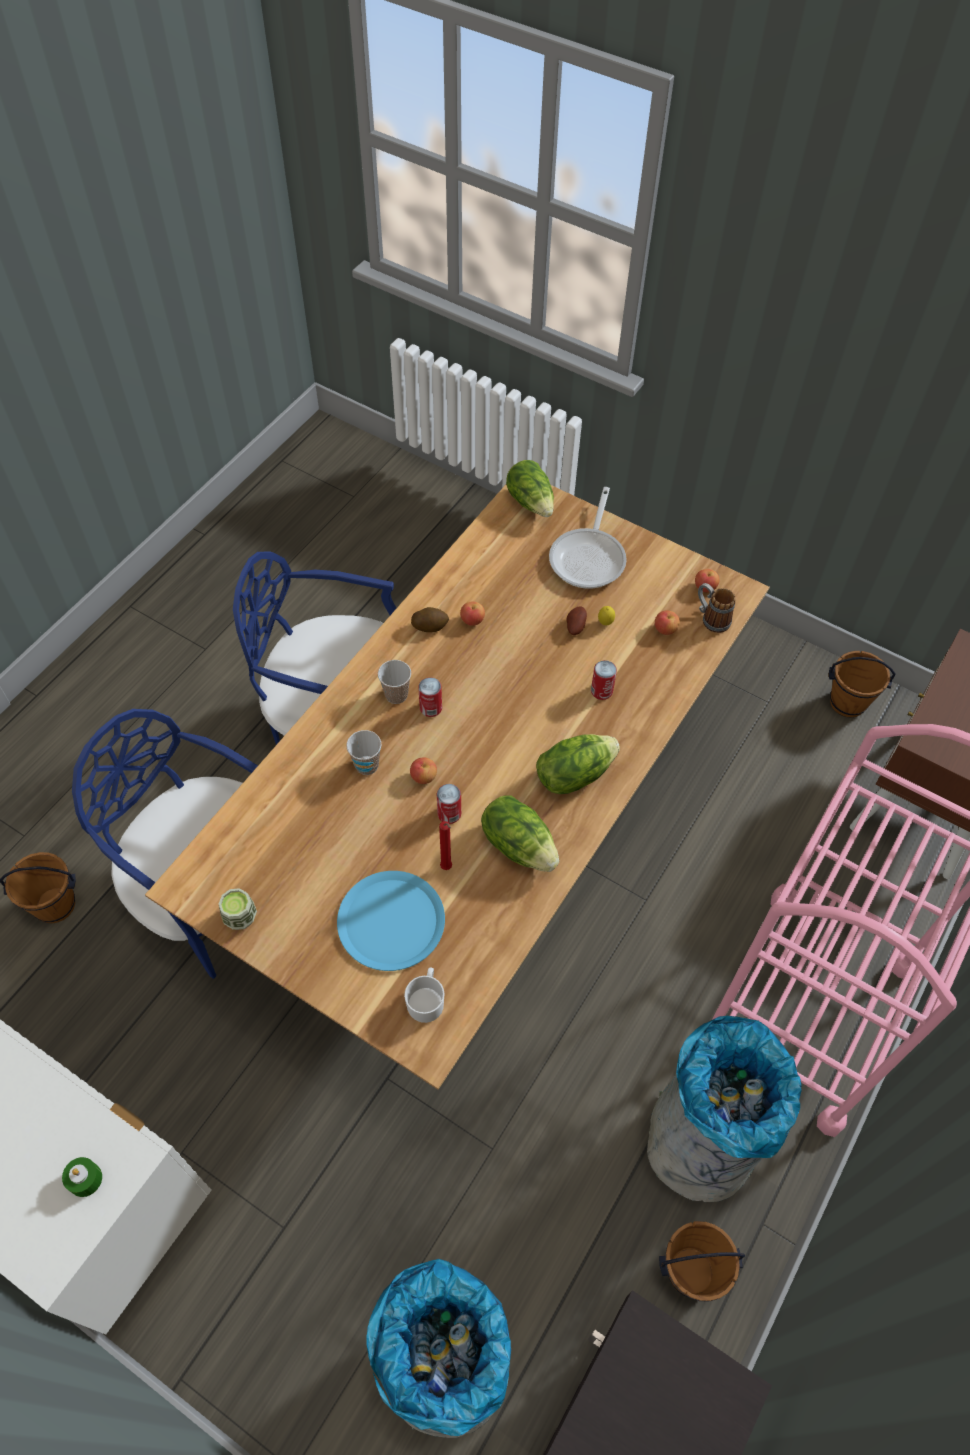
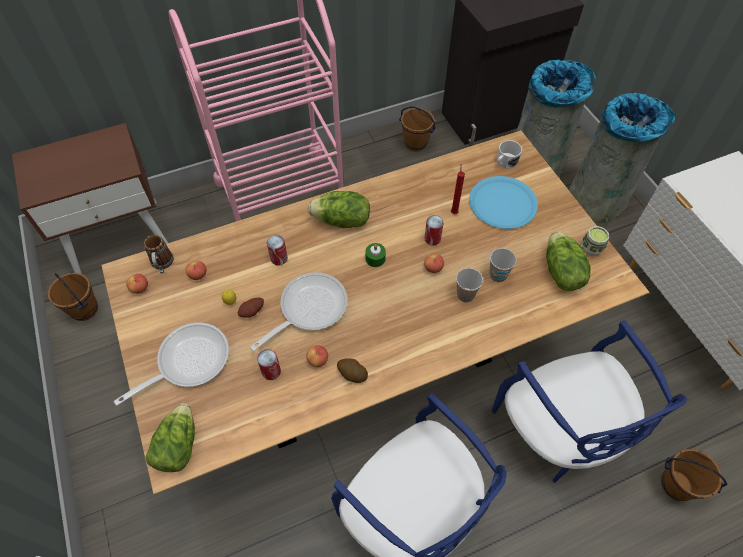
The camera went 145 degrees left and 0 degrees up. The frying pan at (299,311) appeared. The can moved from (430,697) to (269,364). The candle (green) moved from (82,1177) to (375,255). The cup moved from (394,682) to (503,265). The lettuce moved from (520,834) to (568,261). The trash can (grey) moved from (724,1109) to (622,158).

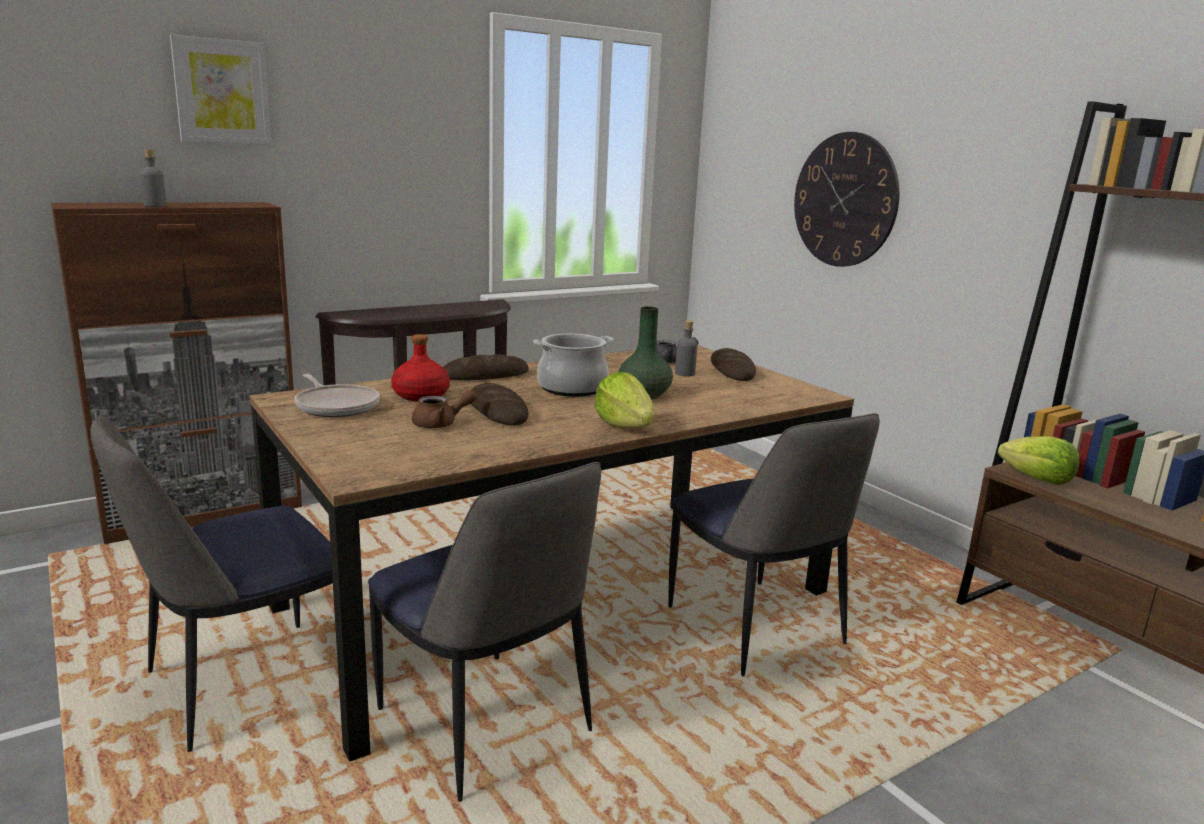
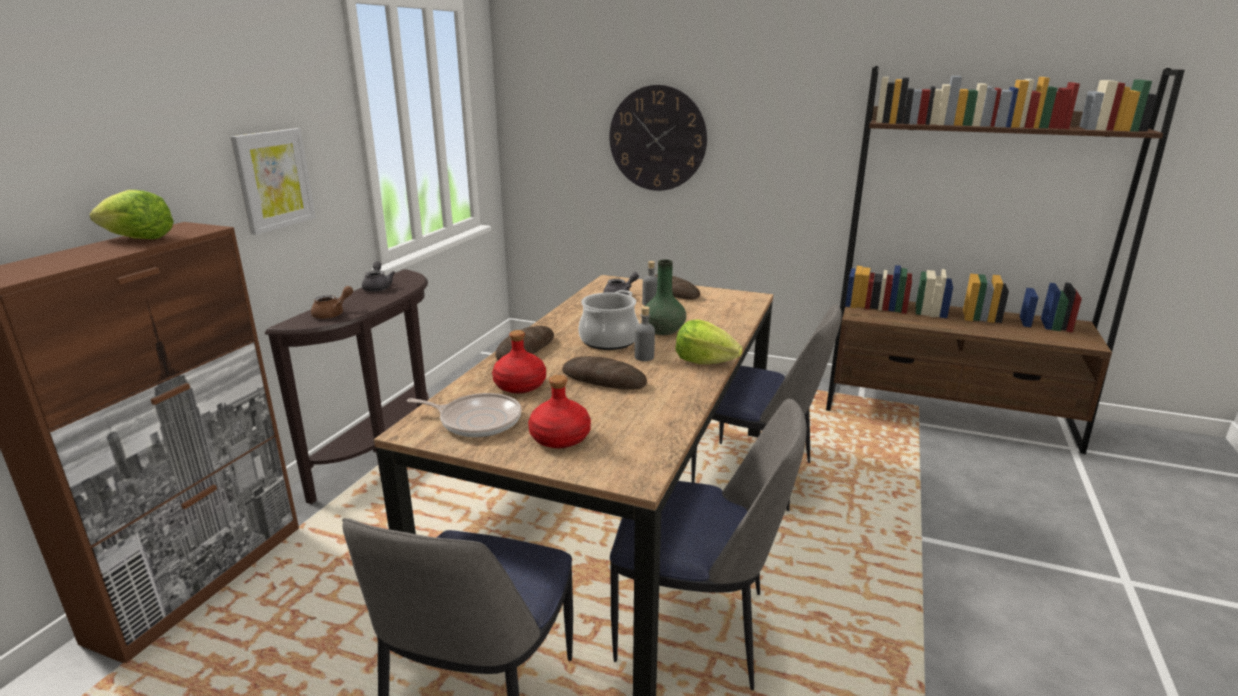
The camera went 35 degrees left and 5 degrees up. The lettuce moved from (1038,460) to (132,214). The picture moved from (220,90) to (273,181). The teapot (brown) moved from (444,409) to (332,302). The teapot (grey) at (378,276) appeared. The bottle (red) at (559,411) appeared. The bottle (grey) moved from (153,178) to (645,333).

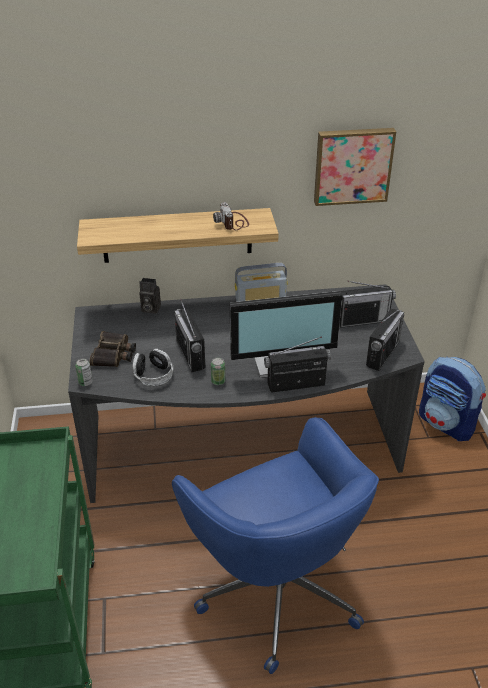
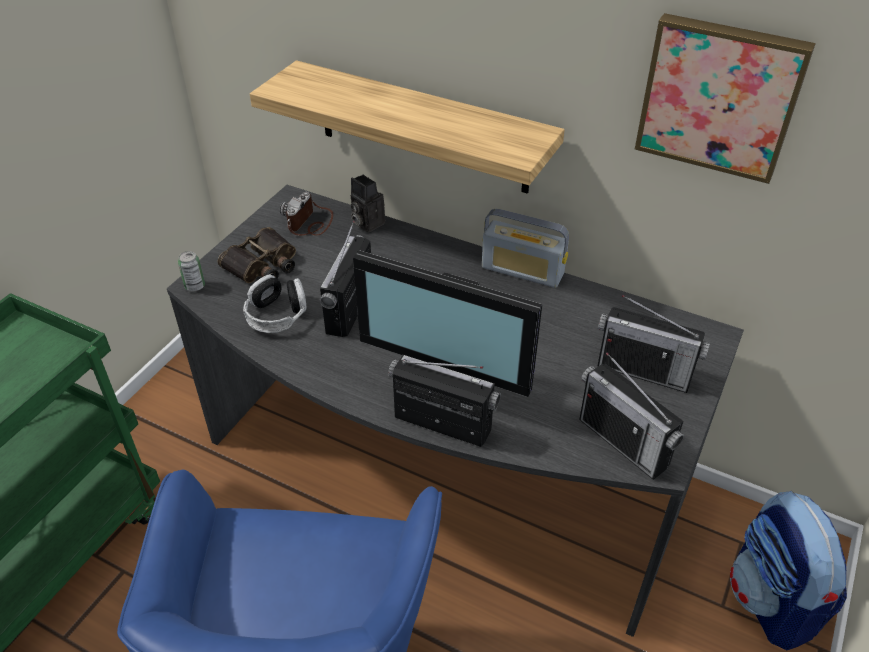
The camera went 35 degrees right and 5 degrees up. The photo camera moved from (231,216) to (306,214). The radio at (385,340) turned 75 degrees clockwise. The can at (218,371) disappeared.

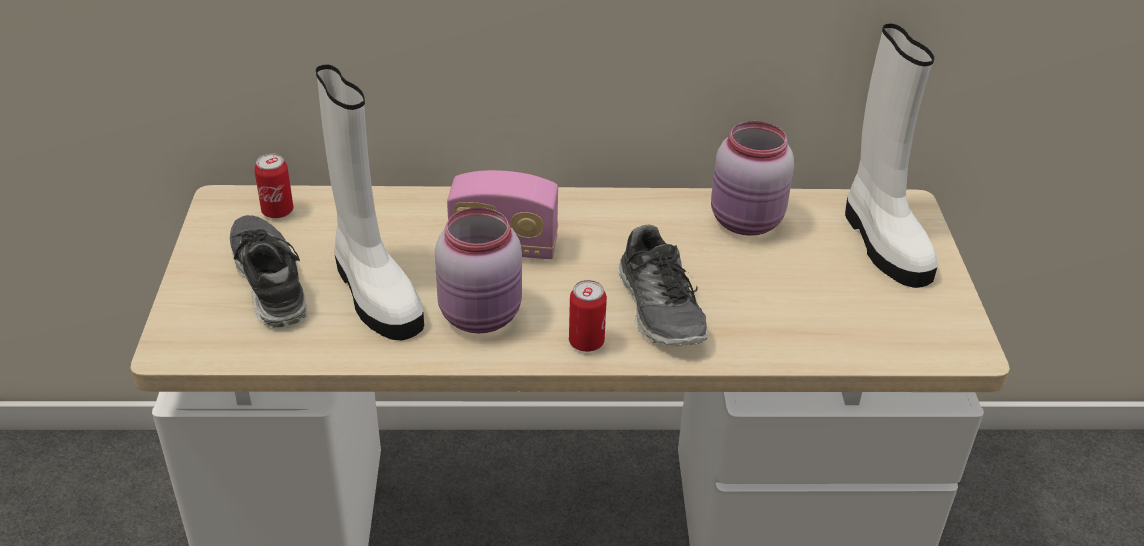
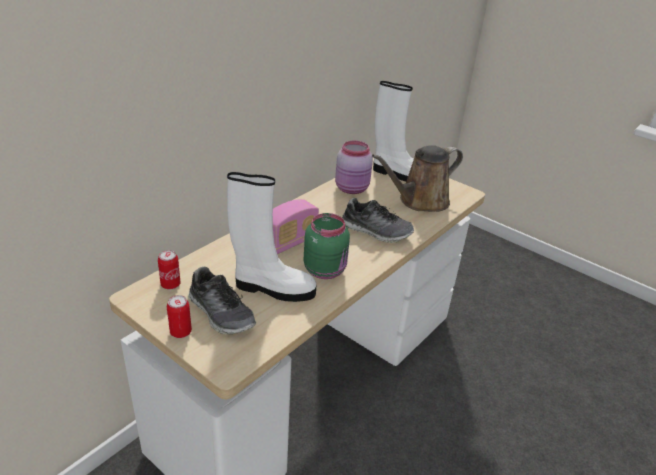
The camera went 50 degrees left and 5 degrees down. The can moved from (588,316) to (179,316). The shoe at (269,272) turned 150 degrees counterclockwise. The jar (pink) at (478,270) became the jar (green) at (327,246). The watering can (brown) at (417,178) appeared.

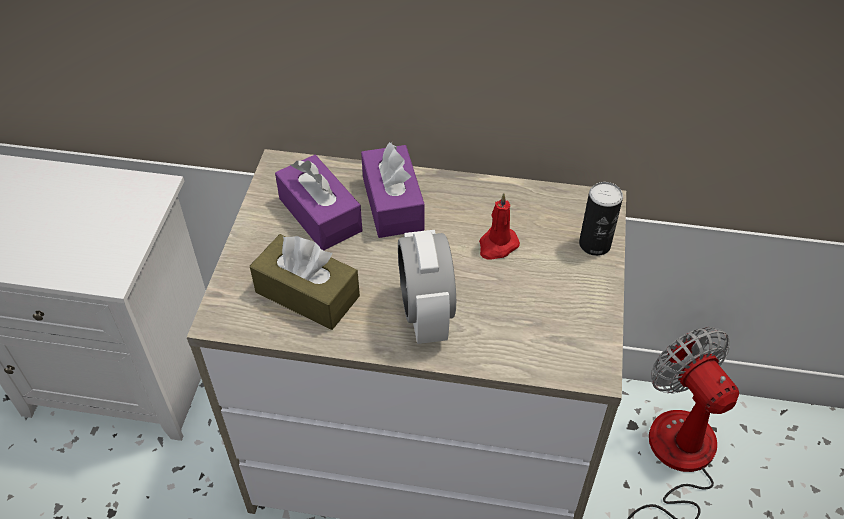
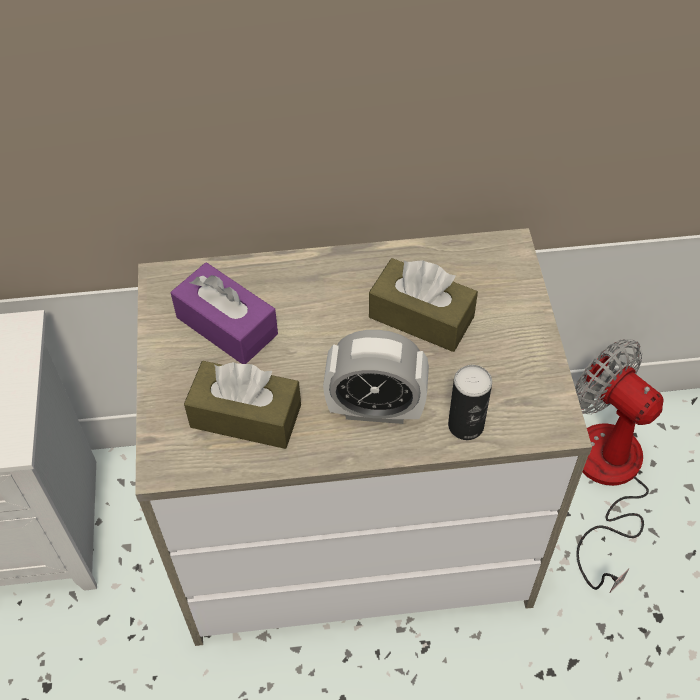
The camera went 15 degrees left and 5 degrees up. The alarm clock at (427,287) turned 60 degrees counterclockwise. The candle (red) at (499,226) was replaced by the tissue box (brown) at (423,305). The can moved from (601,219) to (470,402). The tissue box (purple) at (393,190) disappeared.

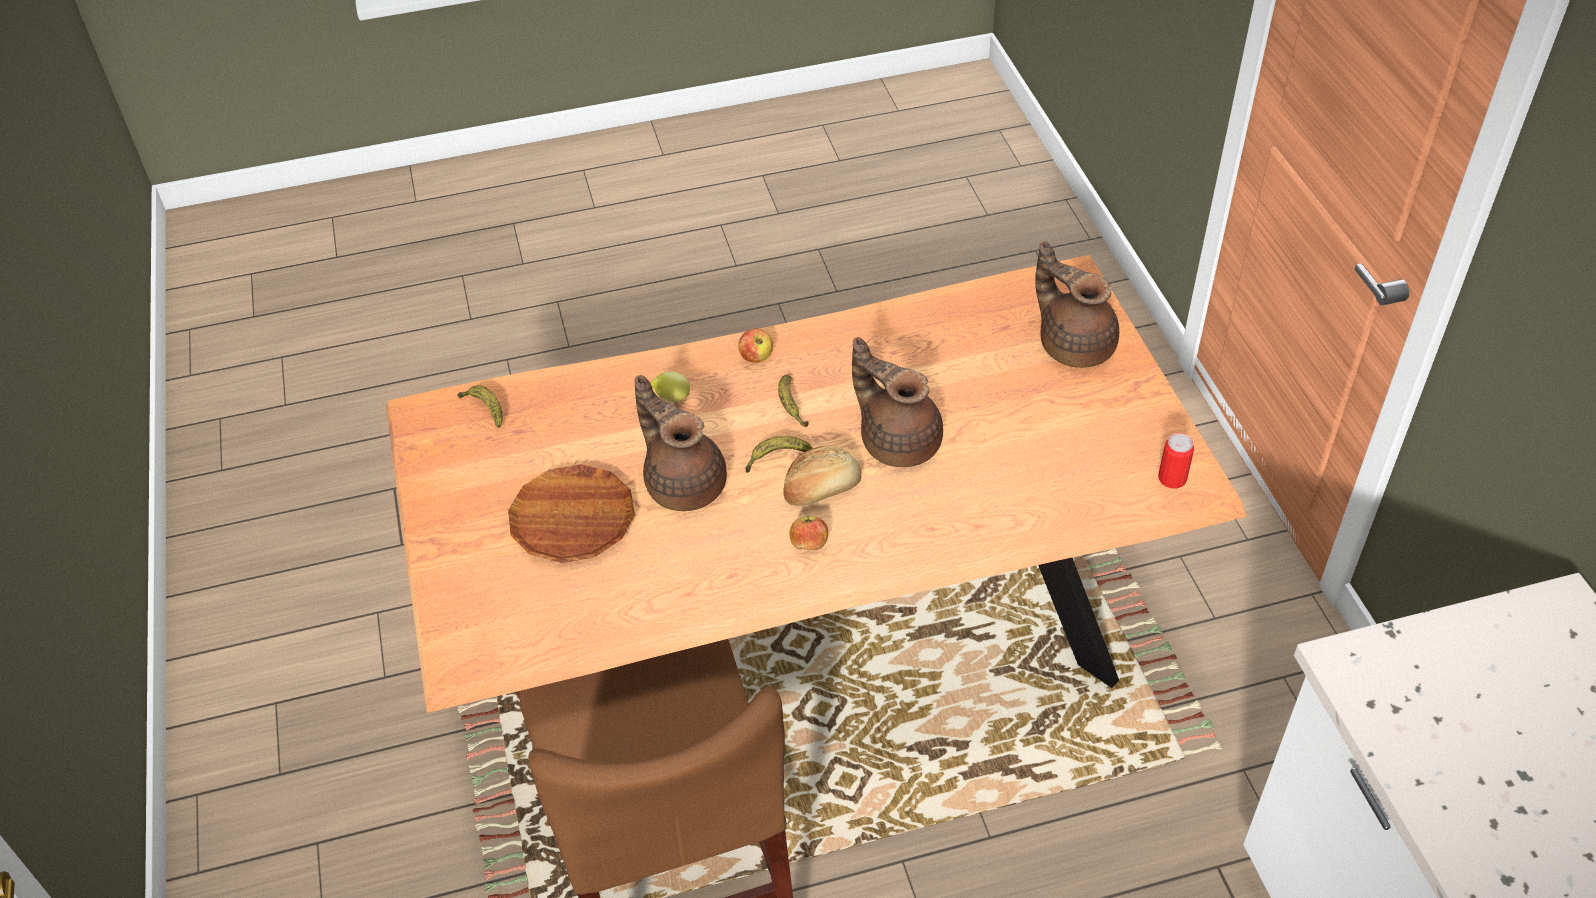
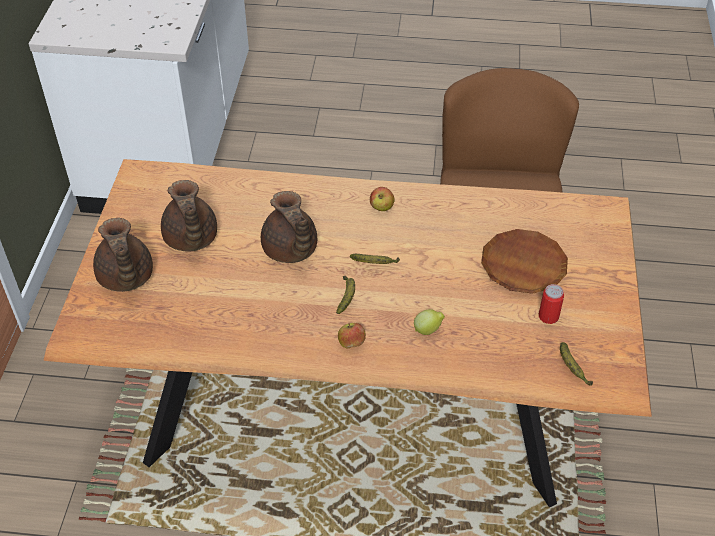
The camera went 160 degrees left and 0 degrees up. The teapot (brown) moved from (680,443) to (189,216). The can moved from (1176,460) to (551,304). The bread at (822,475) disappeared.

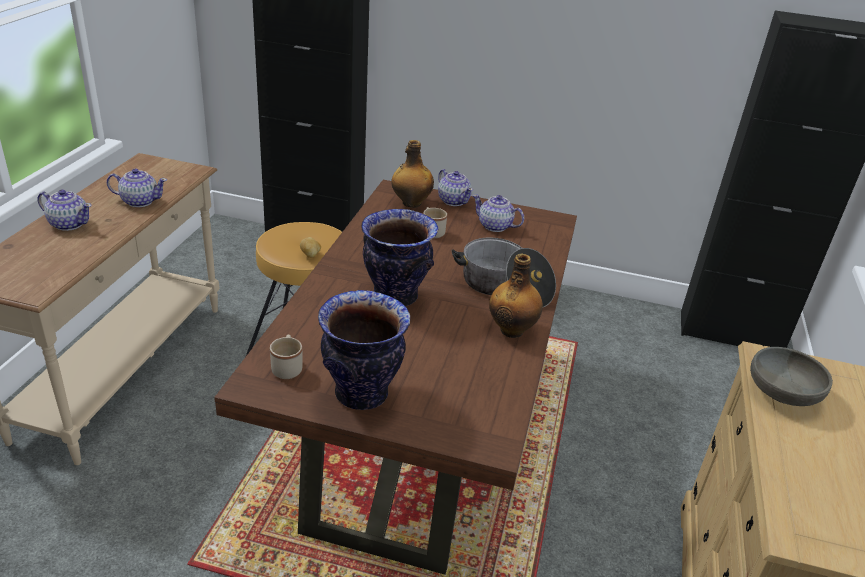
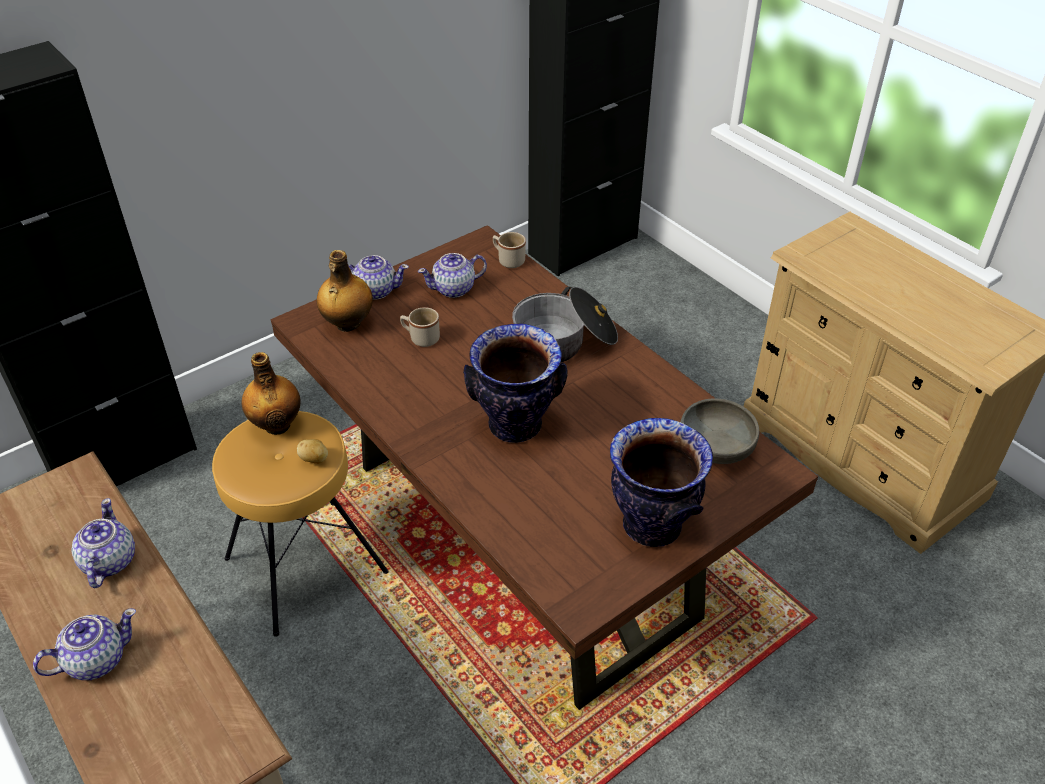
The camera went 50 degrees left and 10 degrees up. The teapot at (137,188) turned 45 degrees counterclockwise. The bottle moved from (516,295) to (271,393). The mug (beige) moved from (286,357) to (509,250). The bowl (grey) moved from (791,376) to (720,431).

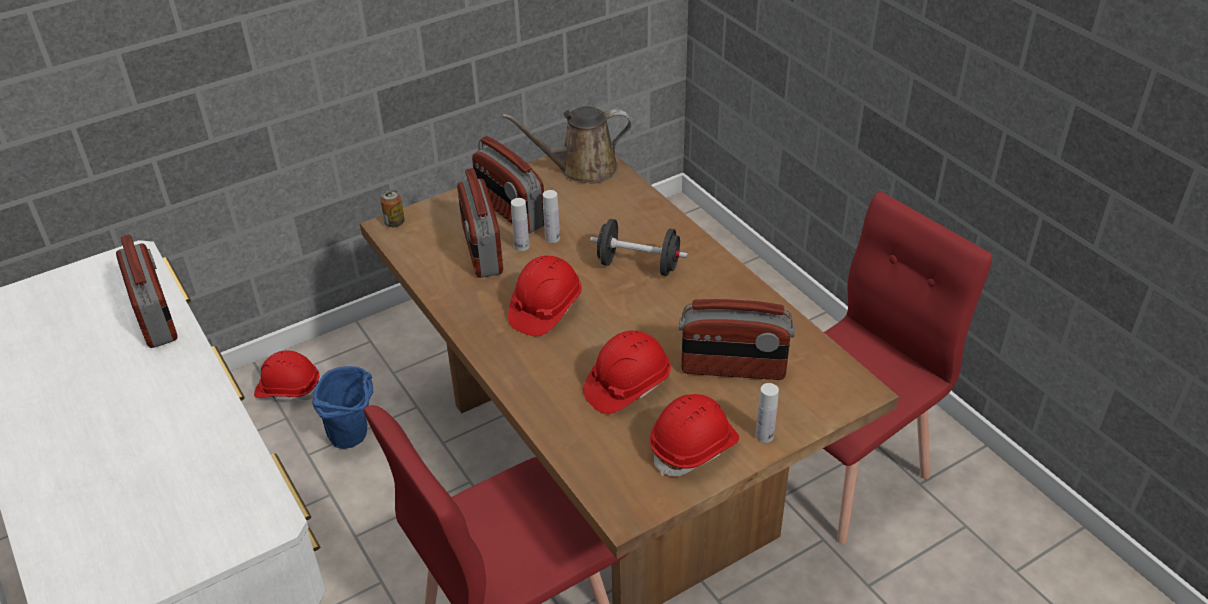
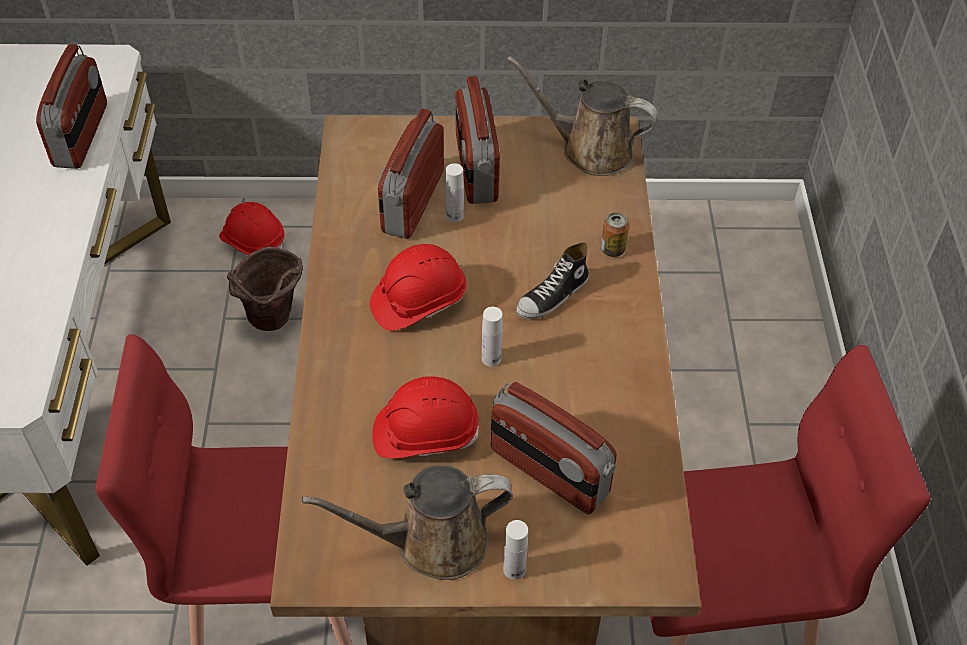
The camera went 30 degrees right and 10 degrees up. The bucket (blue) at (342,407) became the bucket (brown) at (265,288). The hard hat (red) at (694,435) was replaced by the watering can (brown) at (407,522). The bottle (white) moved from (551,216) to (492,337). The dumbbell (black) at (639,247) was replaced by the shoe at (552,280). The can moved from (392,208) to (615,234).

